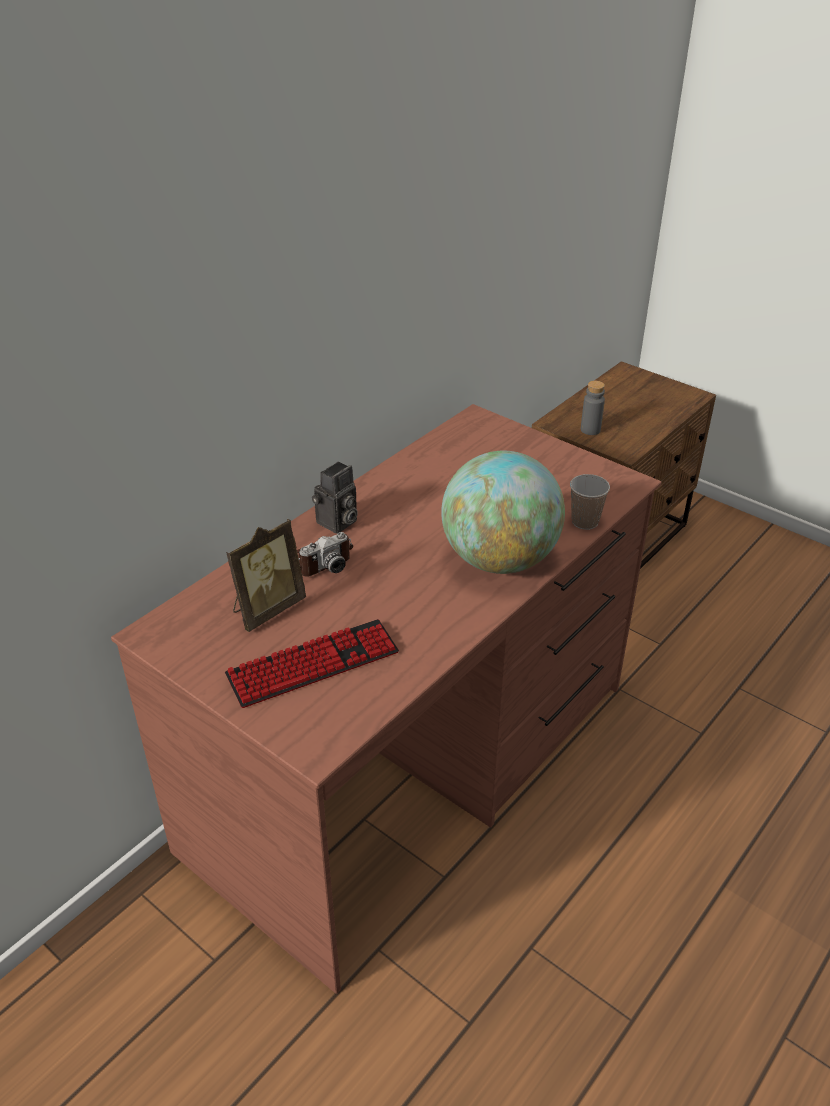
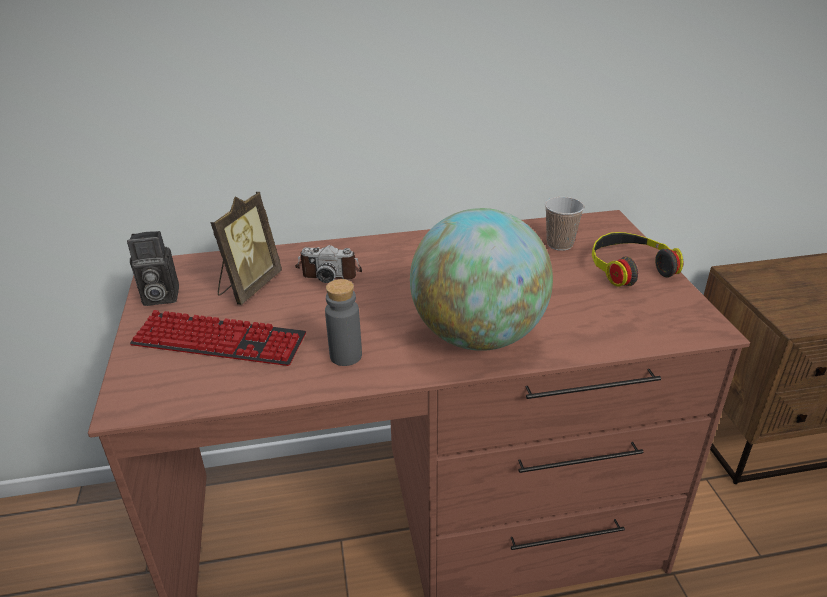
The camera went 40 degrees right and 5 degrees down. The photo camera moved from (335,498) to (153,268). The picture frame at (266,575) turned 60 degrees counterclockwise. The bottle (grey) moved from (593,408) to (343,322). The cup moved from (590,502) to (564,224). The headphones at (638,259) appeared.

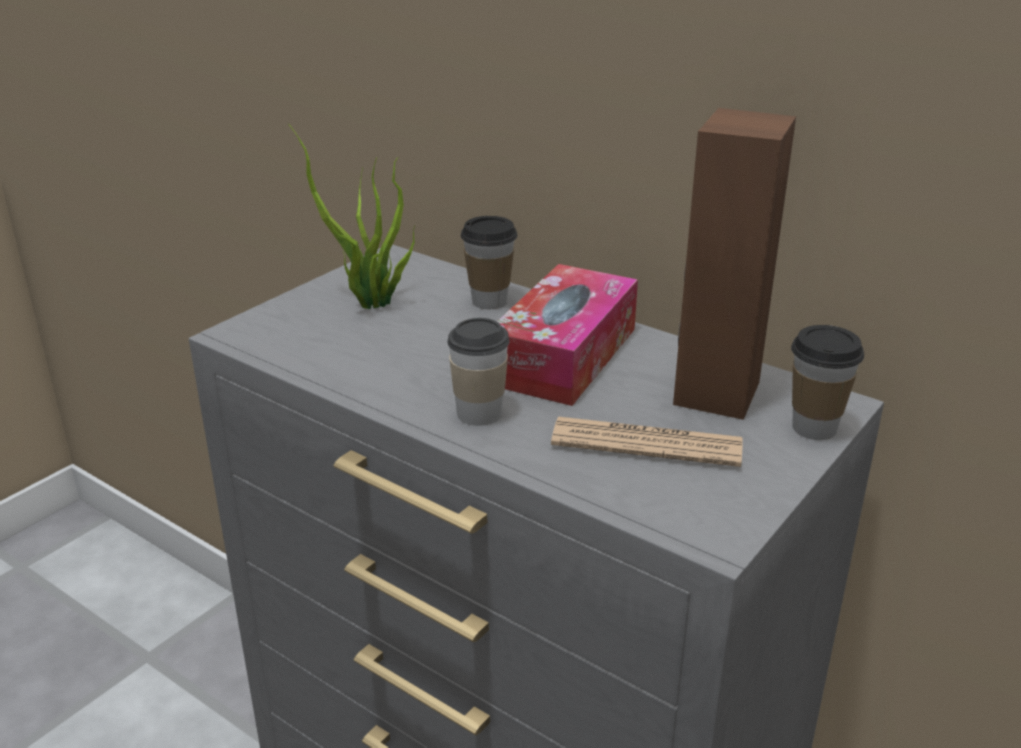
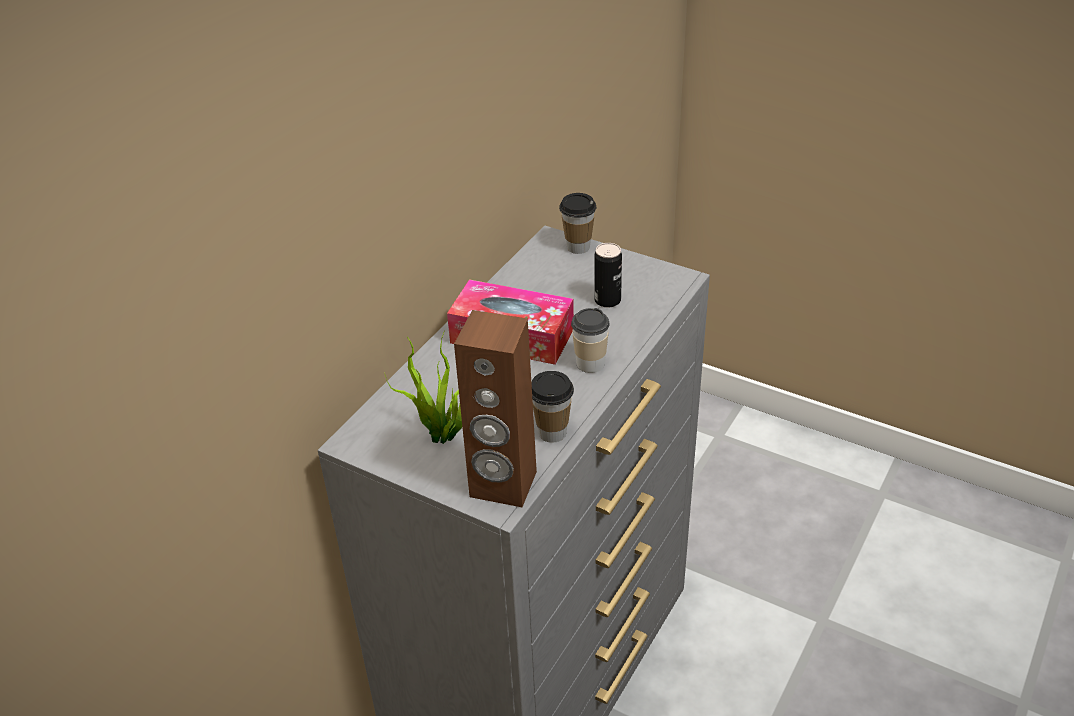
The camera went 95 degrees left and 10 degrees up. The speaker (brown) moved from (734,264) to (495,408). The cup moved from (489,262) to (552,407). The newspaper at (647,442) was replaced by the can at (608,275).

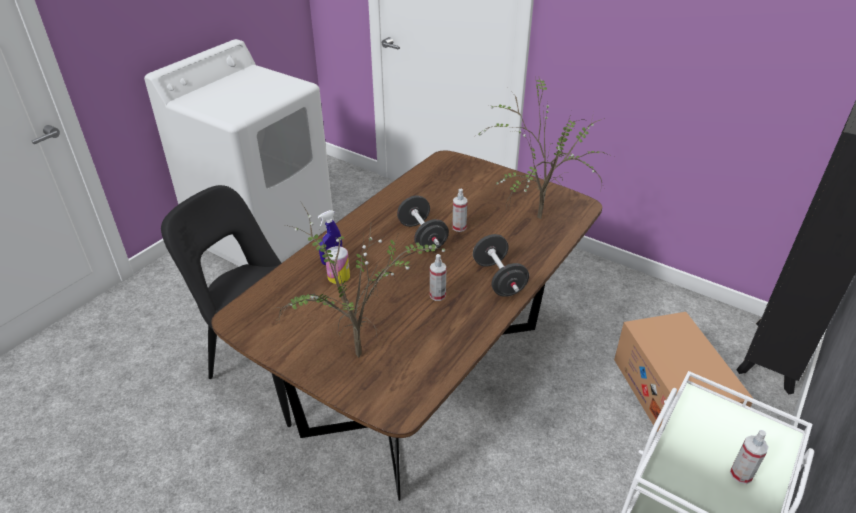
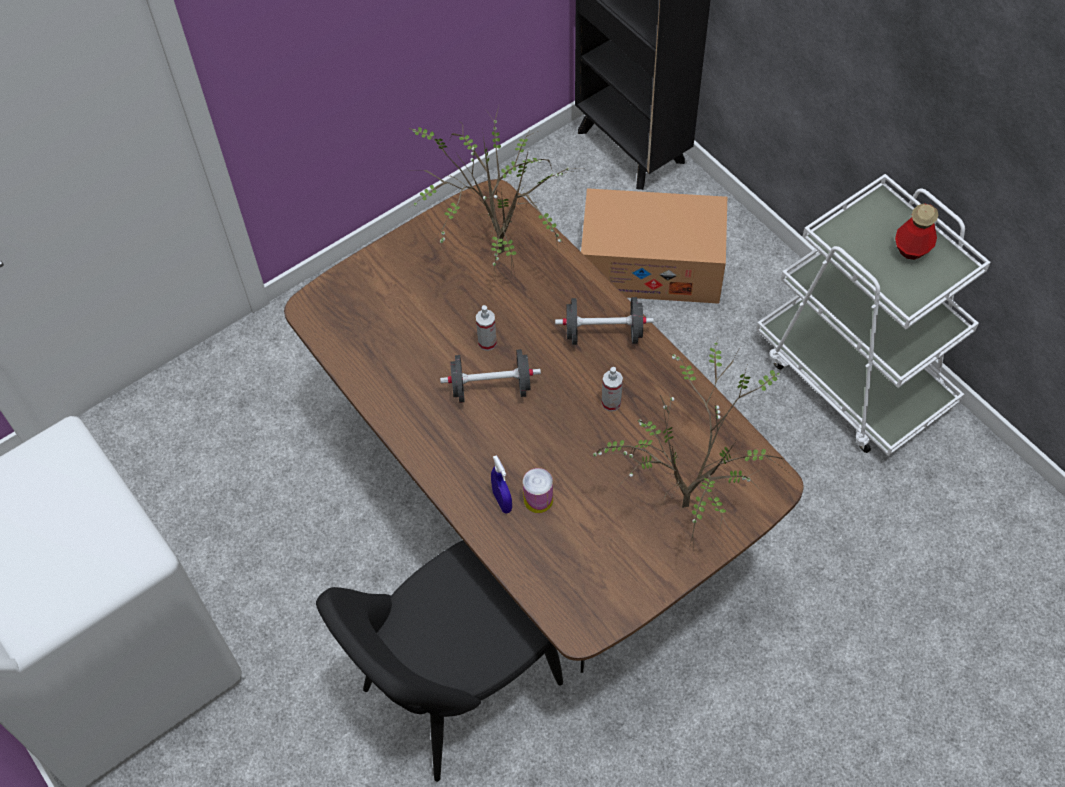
The camera went 70 degrees left and 20 degrees up. The spray bottle at (749,457) was replaced by the bottle at (916,231).

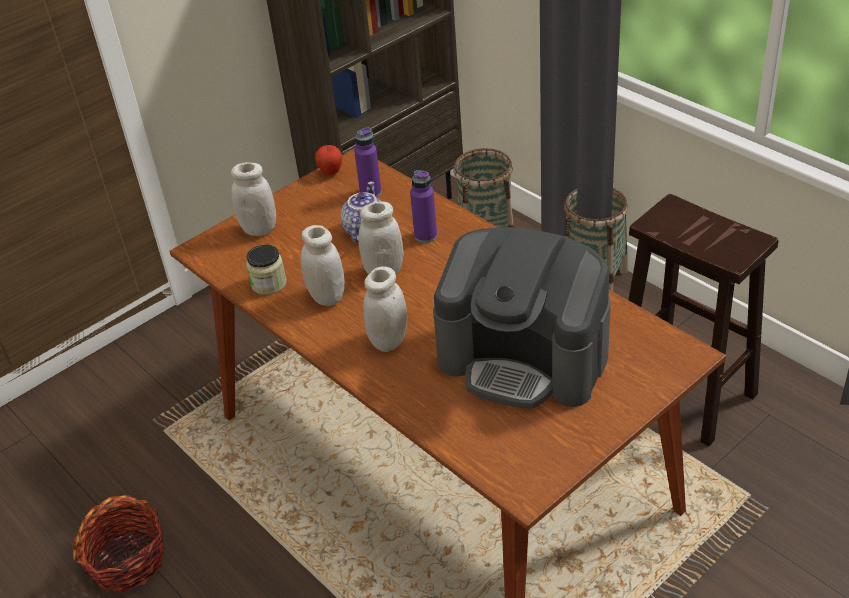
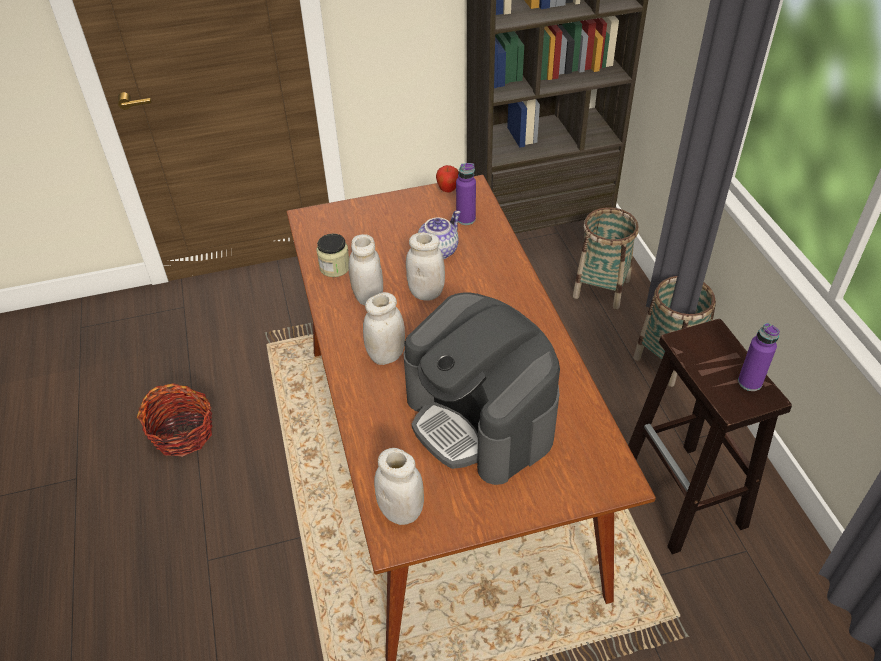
The camera went 25 degrees right and 5 degrees up. The jar (white) moved from (253,199) to (399,486). The bottle (purple) moved from (423,206) to (759,357).

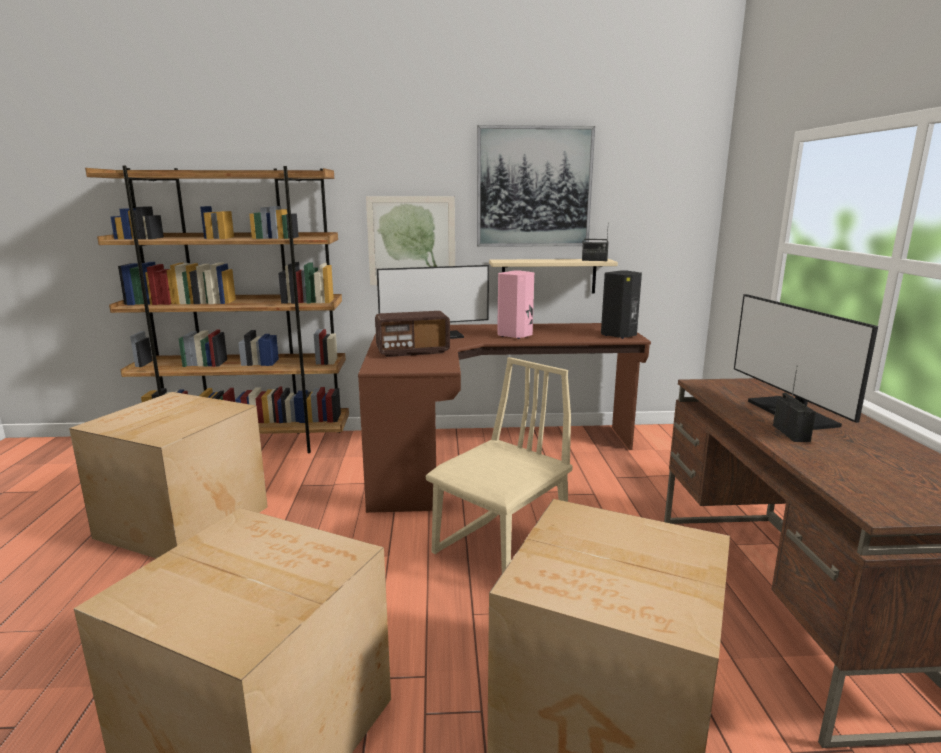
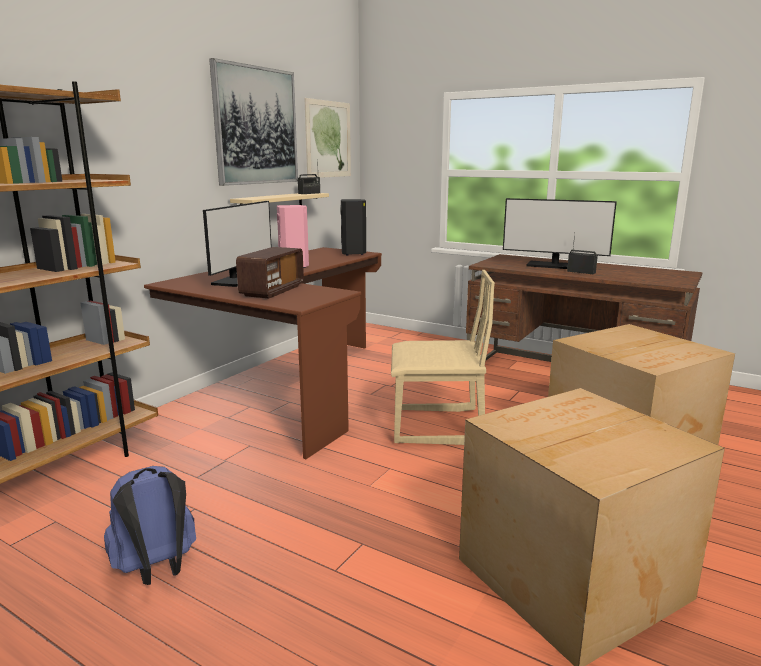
The camera went 55 degrees left and 0 degrees up. The cardboard box at (168,475) was replaced by the backpack (blue) at (150,525). The picture moved from (410,240) to (327,138). The chair (beige) at (499,465) turned 105 degrees clockwise.

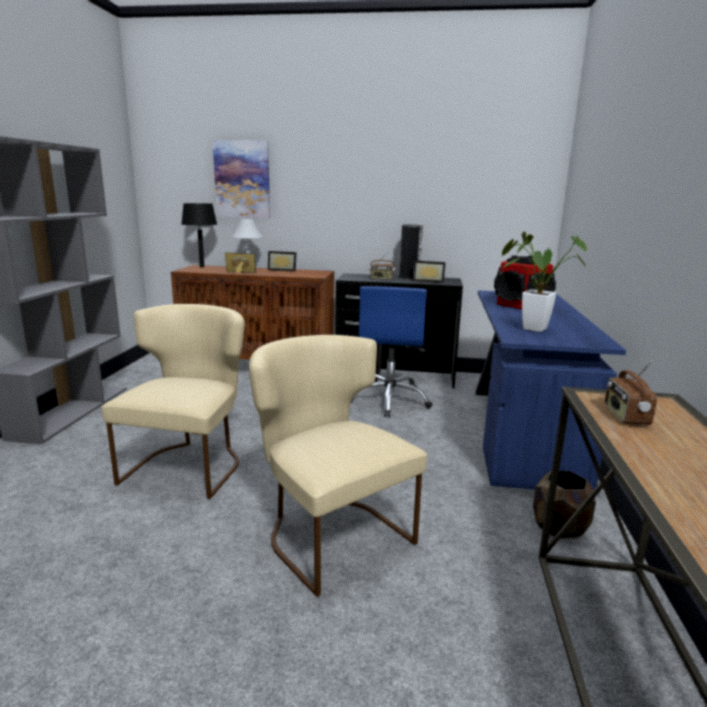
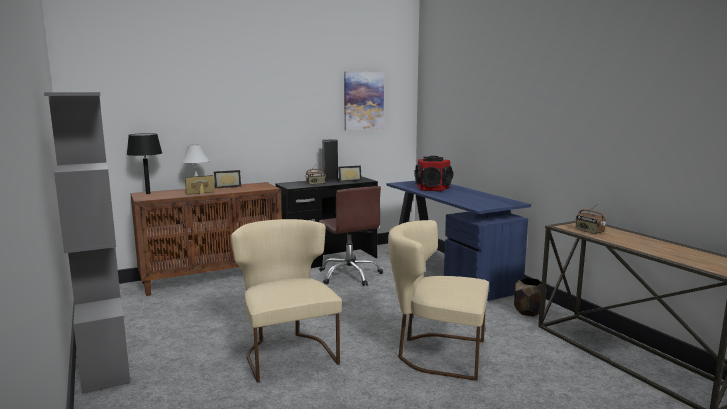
The camera went 35 degrees left and 5 degrees down. The office chair (blue) at (392,351) became the office chair (brown) at (351,236). The picture moved from (241,179) to (364,101). The potted plant at (544,282) disappeared.

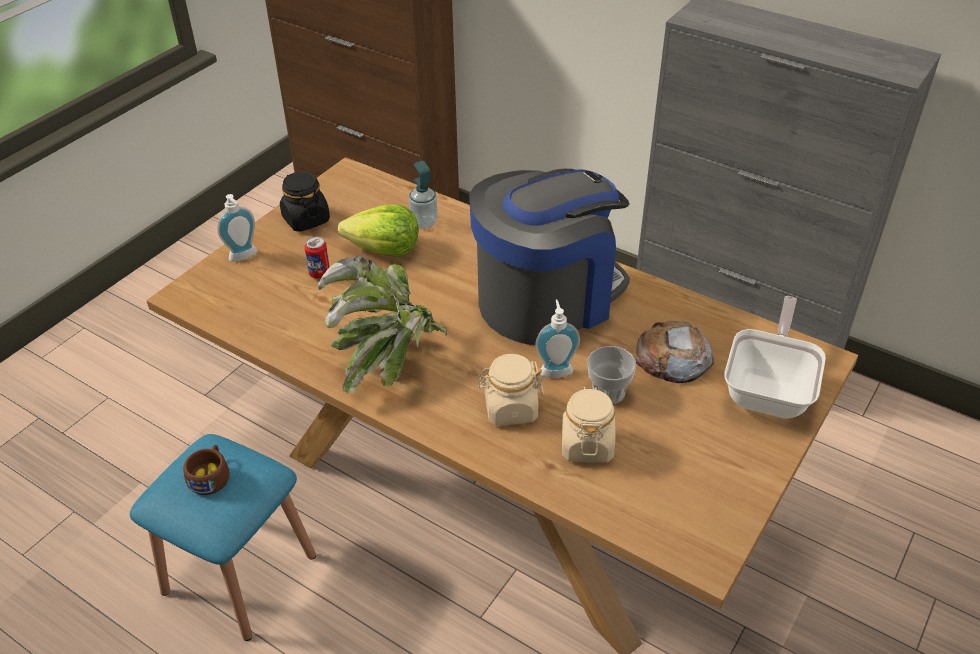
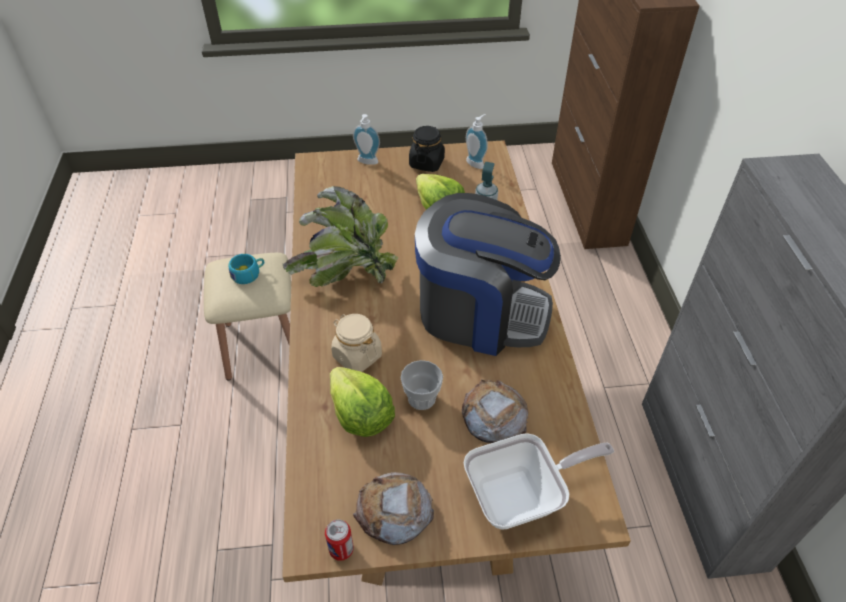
The camera went 50 degrees right and 5 degrees up. The stool (blue) at (223,537) became the stool (beige) at (247,316). The cup (brown) at (206,470) became the cup (turquoise) at (246,269). The can moved from (317,258) to (339,540). The jar (beige) at (589,425) was replaced by the lettuce at (362,402). The bread at (393,508) appeared. The soap dispenser moved from (557,338) to (477,141).

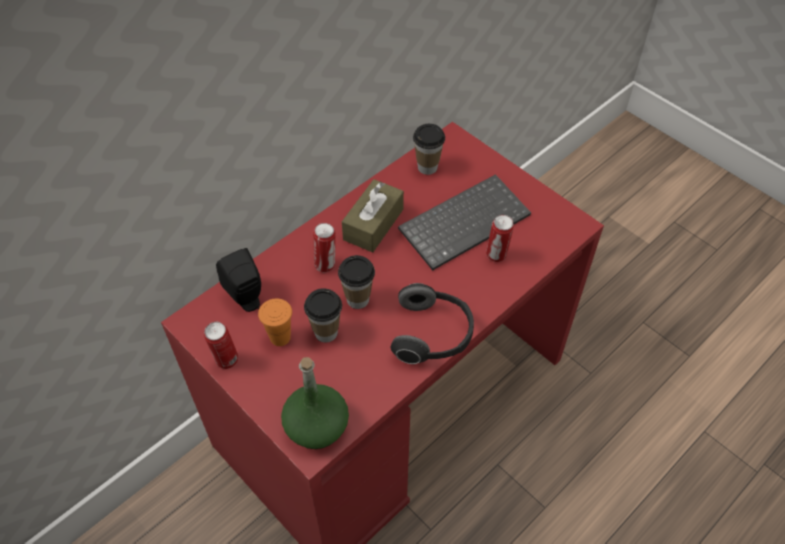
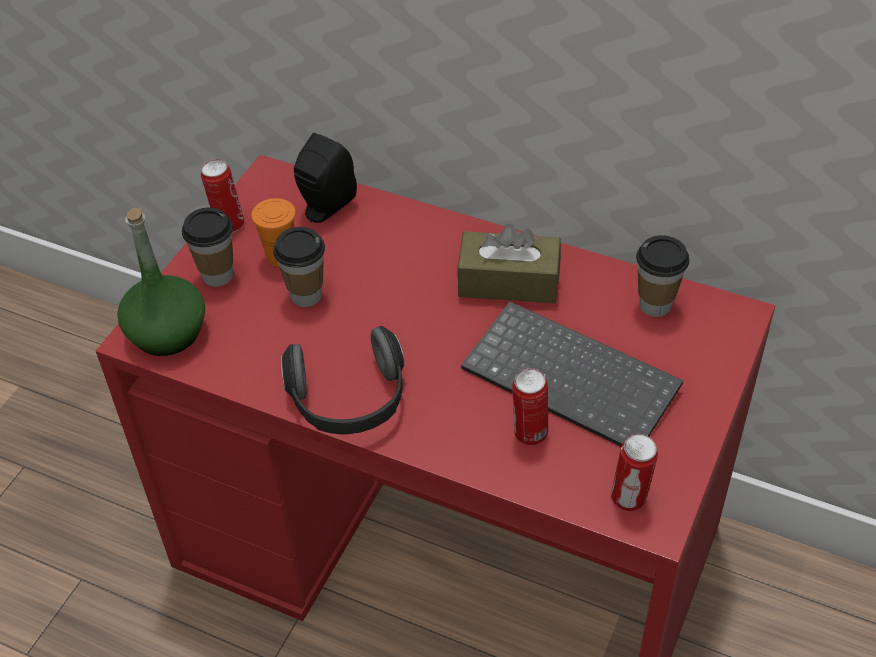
The camera went 70 degrees right and 5 degrees down. The cup moved from (356,282) to (207,247). The can moved from (324,247) to (634,472).

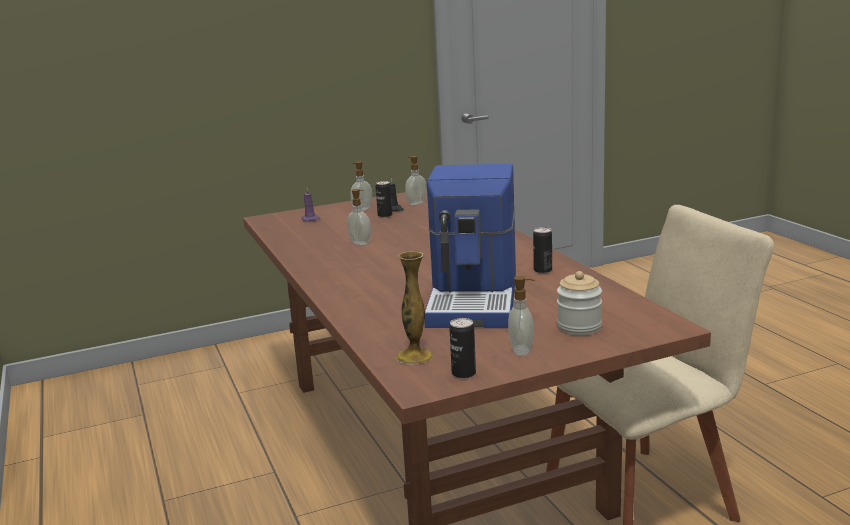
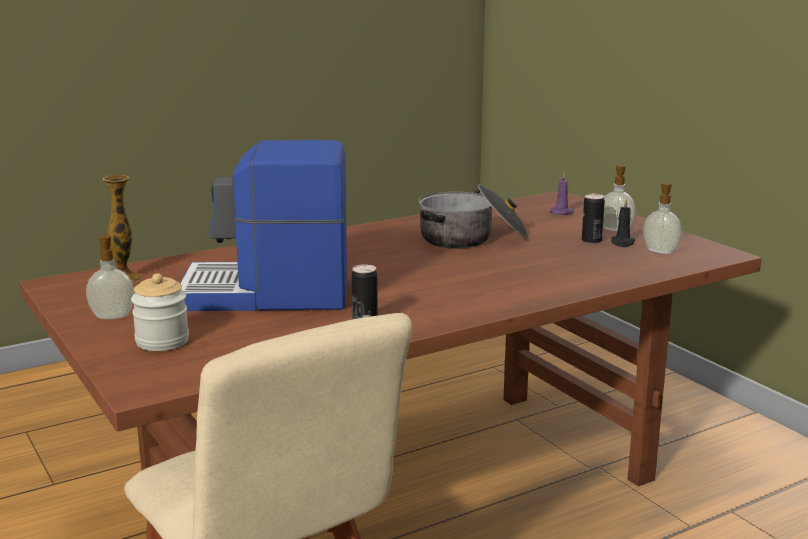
The camera went 80 degrees right and 0 degrees up. The soap dispenser at (359,217) was replaced by the cooking pot at (474,216). The can at (462,348) disappeared.

